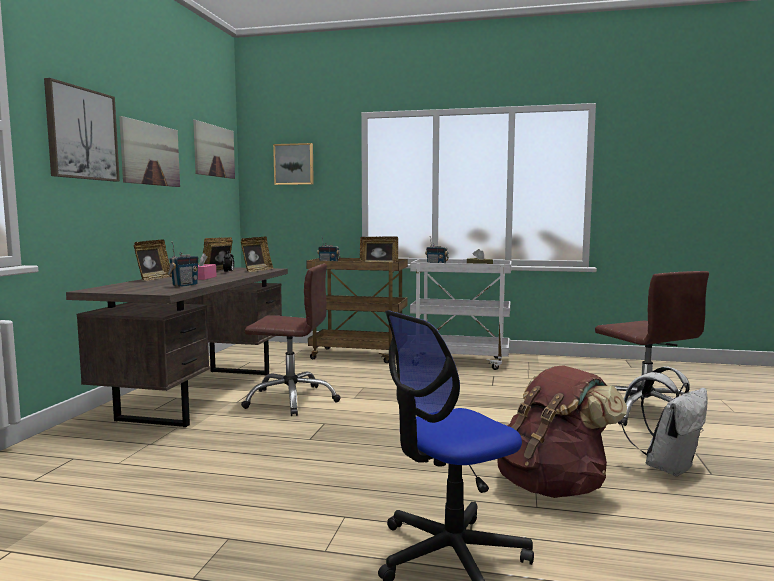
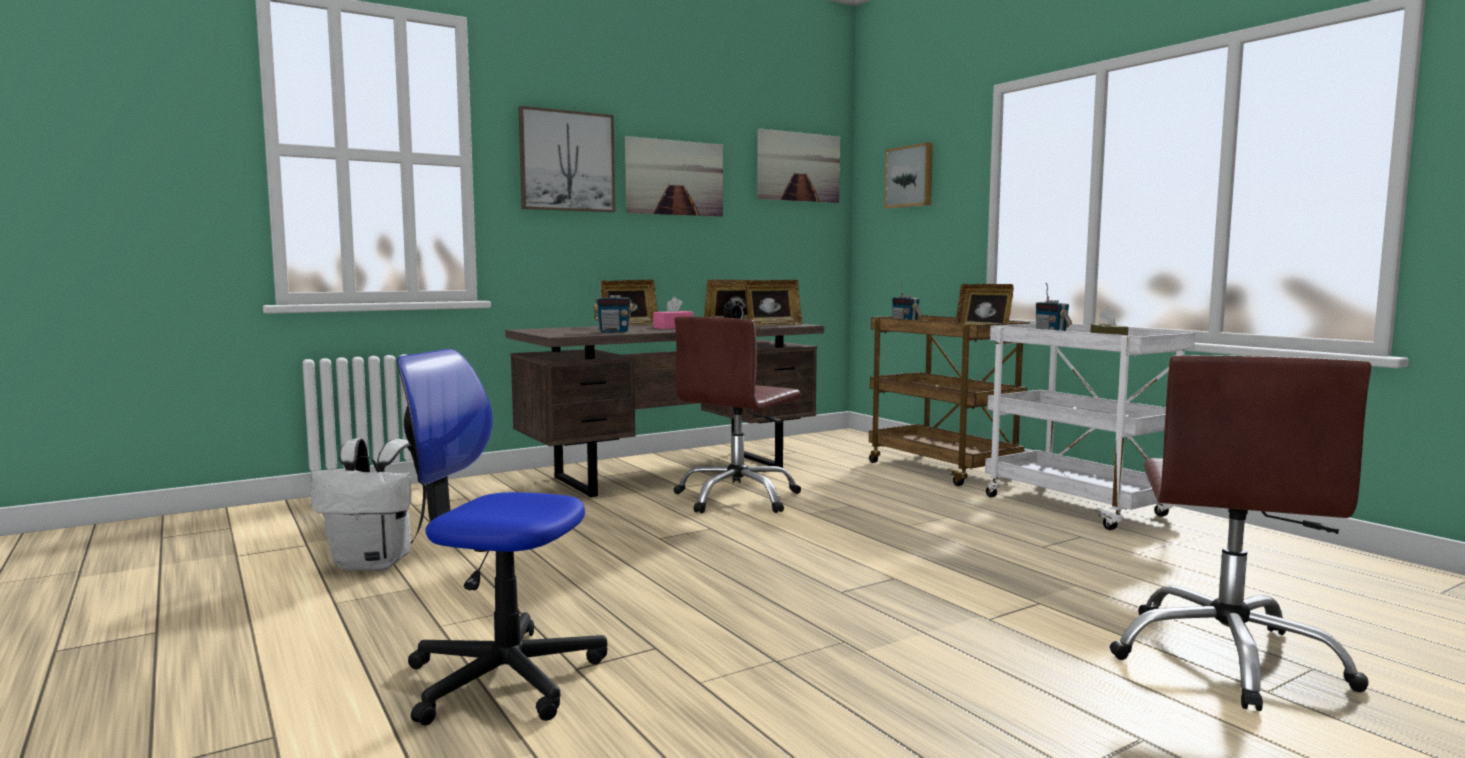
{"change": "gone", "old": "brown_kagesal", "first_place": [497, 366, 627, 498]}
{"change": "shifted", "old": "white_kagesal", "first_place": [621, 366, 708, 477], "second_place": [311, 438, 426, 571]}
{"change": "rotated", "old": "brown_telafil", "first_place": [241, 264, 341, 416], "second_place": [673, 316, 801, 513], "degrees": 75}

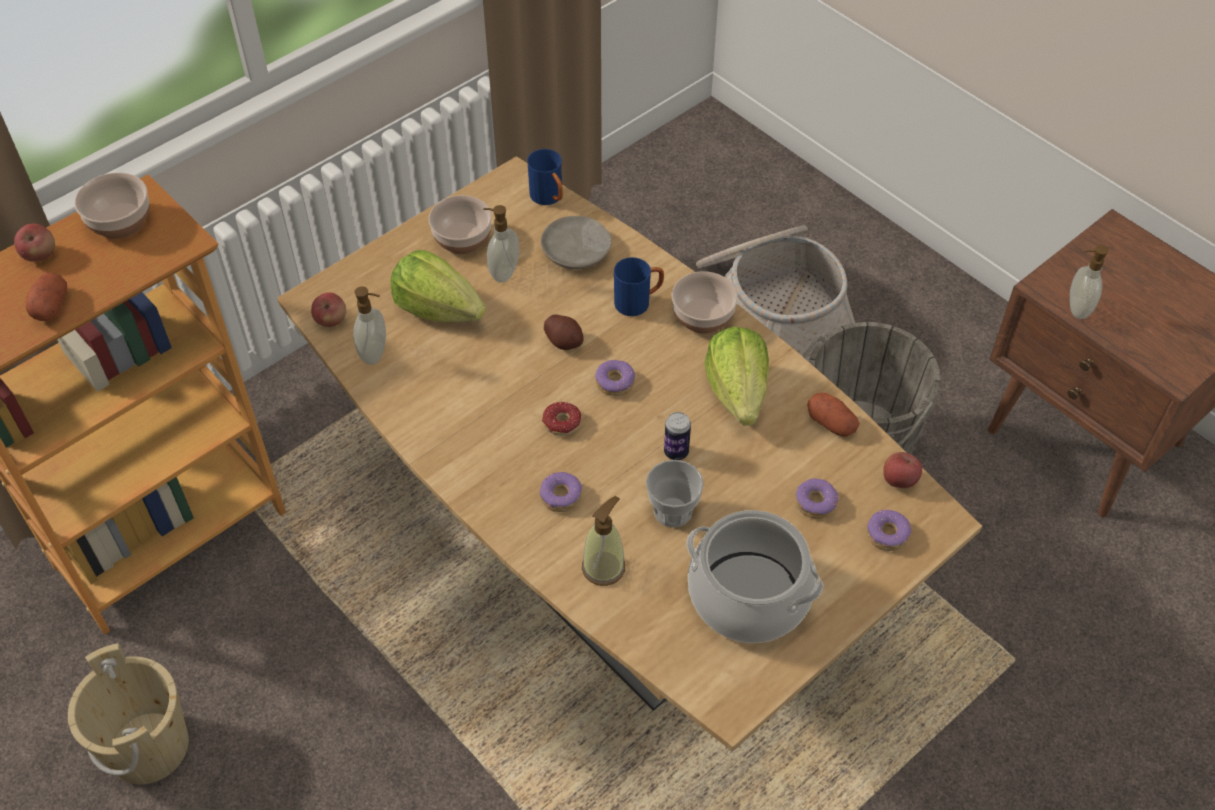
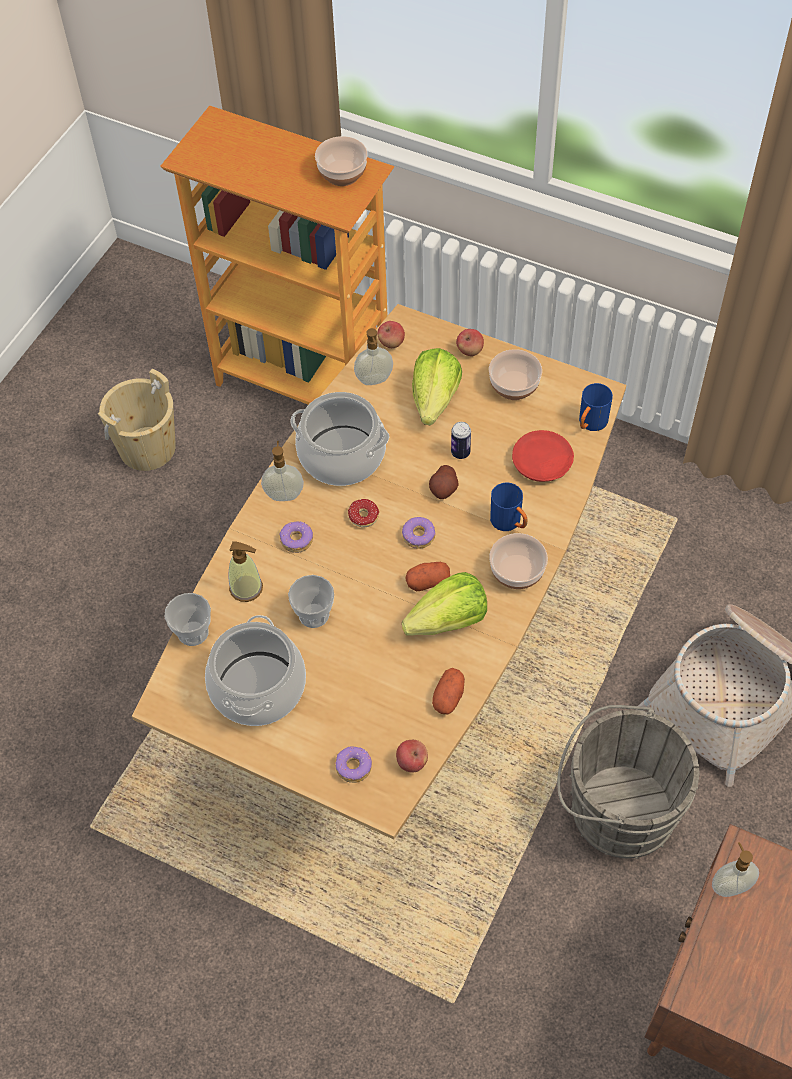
{"change": "gone", "old": "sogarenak", "first_place": [795, 478, 839, 519]}
{"change": "new", "new": "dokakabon", "second_place": [165, 593, 211, 646]}
{"change": "new", "new": "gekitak", "second_place": [290, 392, 389, 486]}
{"change": "shifted", "old": "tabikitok", "first_place": [14, 224, 55, 262], "second_place": [456, 329, 484, 356]}
{"change": "shifted", "old": "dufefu", "first_place": [26, 273, 67, 321], "second_place": [405, 562, 450, 591]}
{"change": "shifted", "old": "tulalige", "first_place": [483, 205, 519, 283], "second_place": [261, 441, 304, 501]}
{"change": "shifted", "old": "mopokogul", "first_place": [664, 412, 691, 460], "second_place": [451, 422, 471, 459]}
{"change": "repainted", "old": "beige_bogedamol", "new": "red_bogedamol", "first_place": [540, 216, 612, 269], "second_place": [512, 430, 574, 482]}

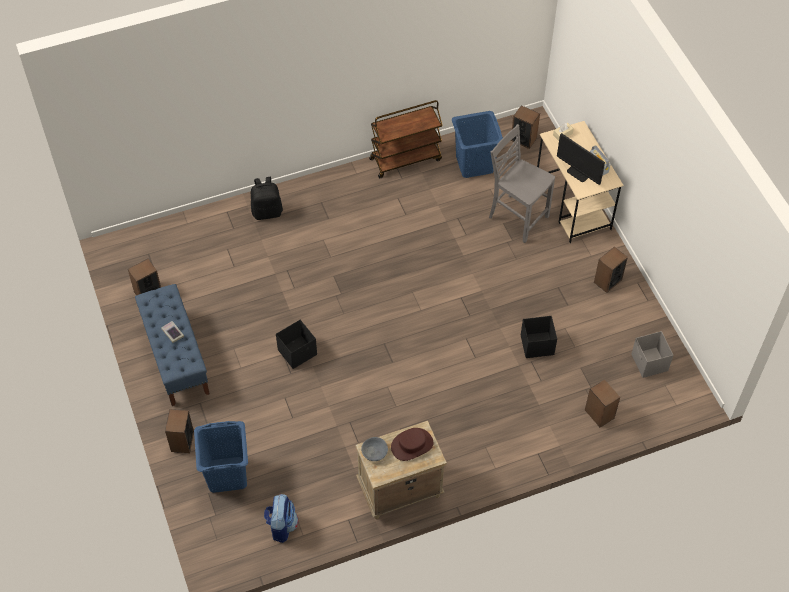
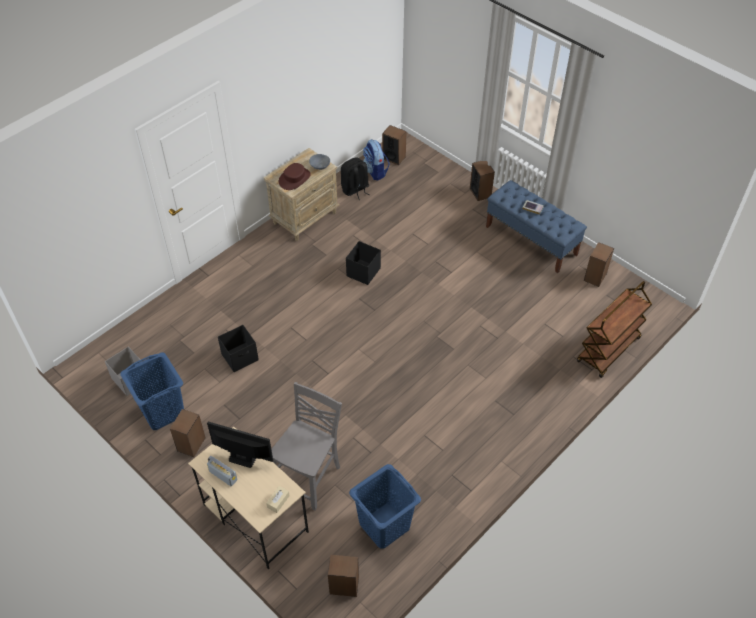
{"change": "shifted", "old": "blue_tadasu", "first_place": [194, 421, 248, 493], "second_place": [120, 353, 184, 430]}
{"change": "shifted", "old": "black_kagesal", "first_place": [251, 177, 283, 220], "second_place": [341, 157, 370, 200]}
{"change": "shifted", "old": "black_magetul", "first_place": [276, 320, 317, 369], "second_place": [346, 241, 381, 285]}
{"change": "shifted", "old": "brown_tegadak", "first_place": [369, 100, 443, 178], "second_place": [577, 281, 652, 378]}
{"change": "shifted", "old": "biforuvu", "first_place": [585, 380, 620, 427], "second_place": [382, 125, 407, 165]}
{"change": "rotated", "old": "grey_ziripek", "first_place": [489, 124, 555, 243], "second_place": [271, 382, 342, 511], "degrees": -75}

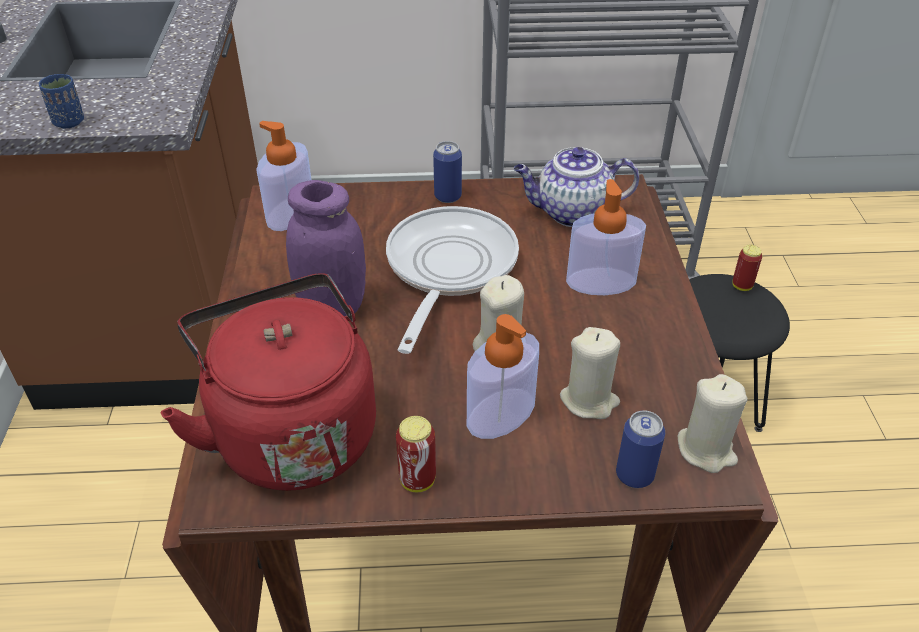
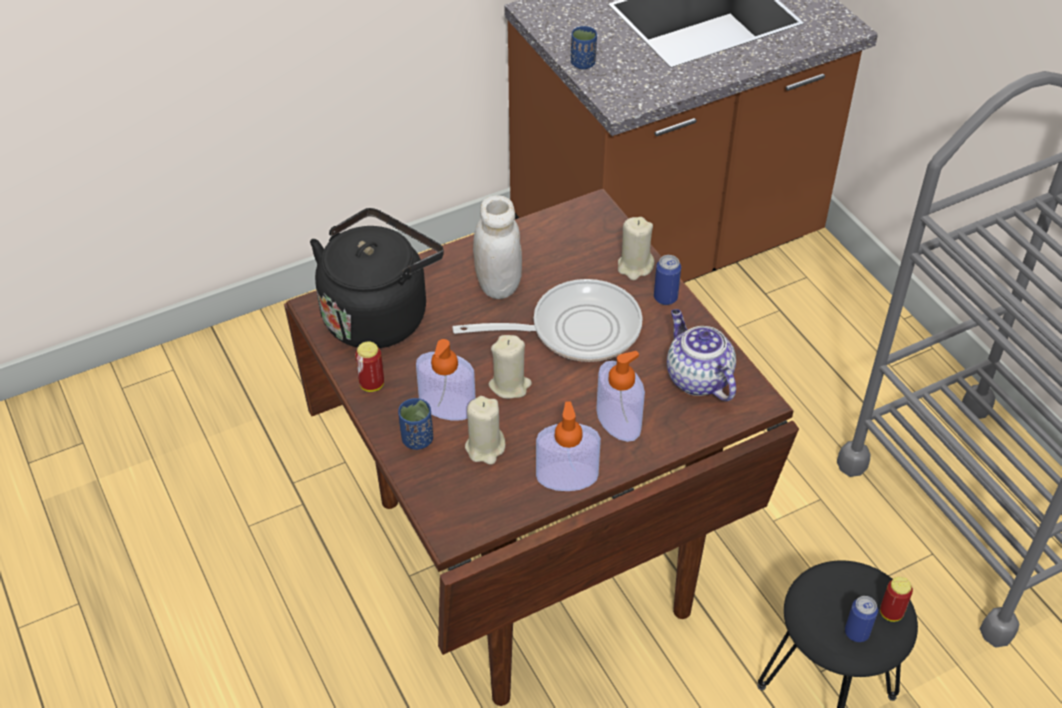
{"change": "new", "new": "blue_dokakabon", "second_place": [398, 398, 433, 450]}
{"change": "shifted", "old": "tulalige", "first_place": [256, 121, 311, 231], "second_place": [536, 401, 601, 491]}
{"change": "shifted", "old": "mopokogul", "first_place": [616, 411, 665, 488], "second_place": [845, 596, 878, 642]}
{"change": "shifted", "old": "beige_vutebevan", "first_place": [678, 374, 748, 473], "second_place": [618, 217, 654, 280]}
{"change": "repainted", "old": "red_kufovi", "new": "black_kufovi", "first_place": [160, 273, 376, 491], "second_place": [310, 208, 444, 348]}
{"change": "repainted", "old": "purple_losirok", "new": "white_losirok", "first_place": [286, 180, 366, 316], "second_place": [473, 195, 522, 299]}

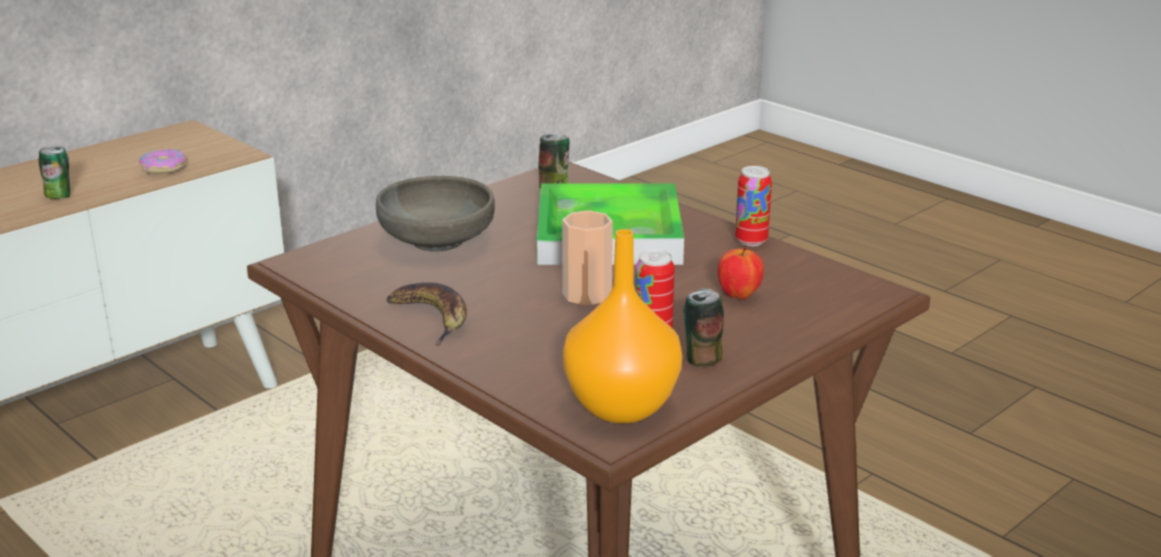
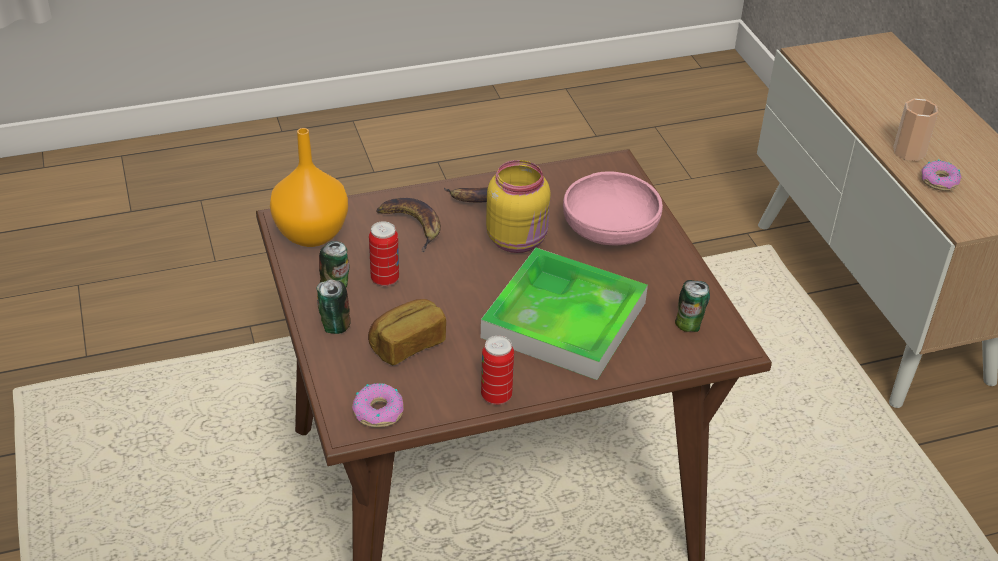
{"change": "new", "new": "sogarenak", "second_place": [352, 383, 404, 428]}
{"change": "new", "new": "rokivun", "second_place": [376, 198, 441, 252]}
{"change": "new", "new": "yellow_losirok", "second_place": [486, 160, 551, 253]}
{"change": "shifted", "old": "mopokogul", "first_place": [39, 147, 70, 199], "second_place": [316, 279, 350, 334]}
{"change": "shifted", "old": "dokakabon", "first_place": [562, 210, 613, 306], "second_place": [894, 98, 938, 161]}
{"change": "swapped", "old": "tabikitok", "new": "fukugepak", "first_place": [718, 247, 764, 300], "second_place": [368, 299, 446, 365]}
{"change": "repainted", "old": "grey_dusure", "new": "pink_dusure", "first_place": [376, 176, 495, 252], "second_place": [563, 171, 663, 246]}

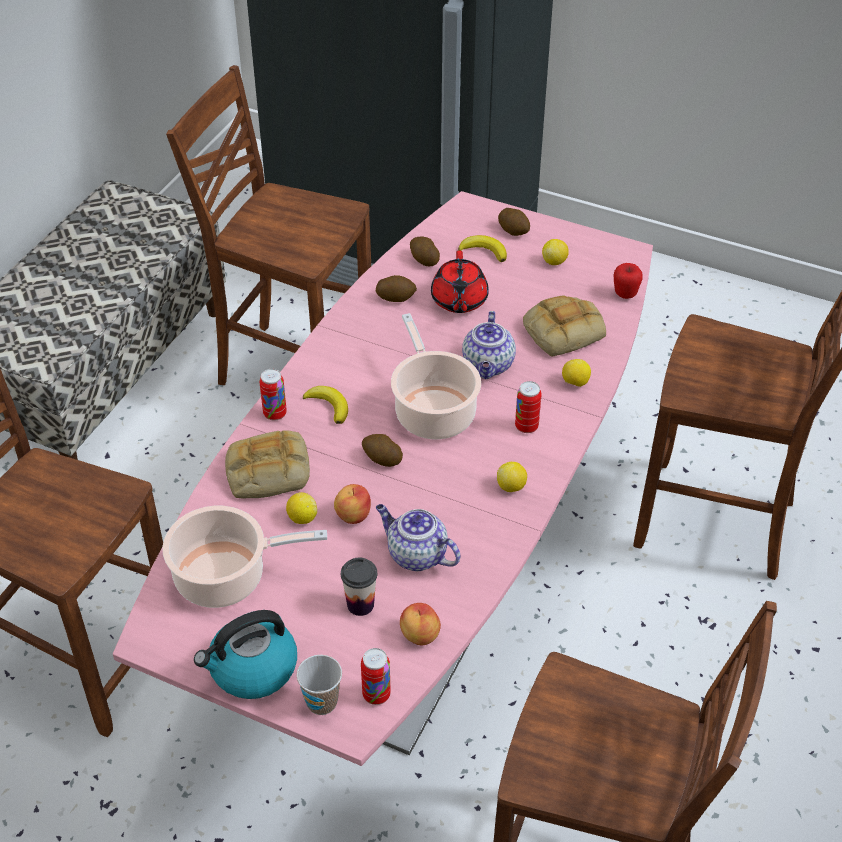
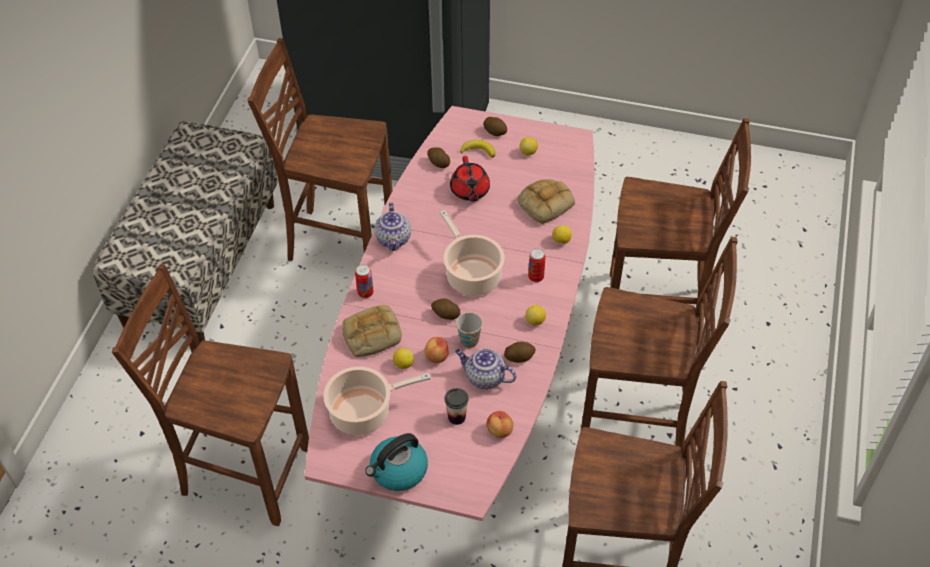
{"change": "gone", "old": "rokivun", "first_place": [303, 386, 348, 424]}
{"change": "gone", "old": "mopokogul", "first_place": [361, 648, 391, 705]}
{"change": "gone", "old": "tabikitok", "first_place": [614, 263, 643, 299]}
{"change": "new", "new": "brown_ziripek", "second_place": [581, 237, 738, 449]}
{"change": "shifted", "old": "dokakabon", "first_place": [296, 655, 342, 715], "second_place": [456, 312, 483, 348]}
{"change": "shifted", "old": "dufefu", "first_place": [376, 275, 417, 302], "second_place": [504, 342, 536, 363]}
{"change": "shifted", "old": "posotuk", "first_place": [462, 311, 516, 379], "second_place": [374, 202, 411, 251]}

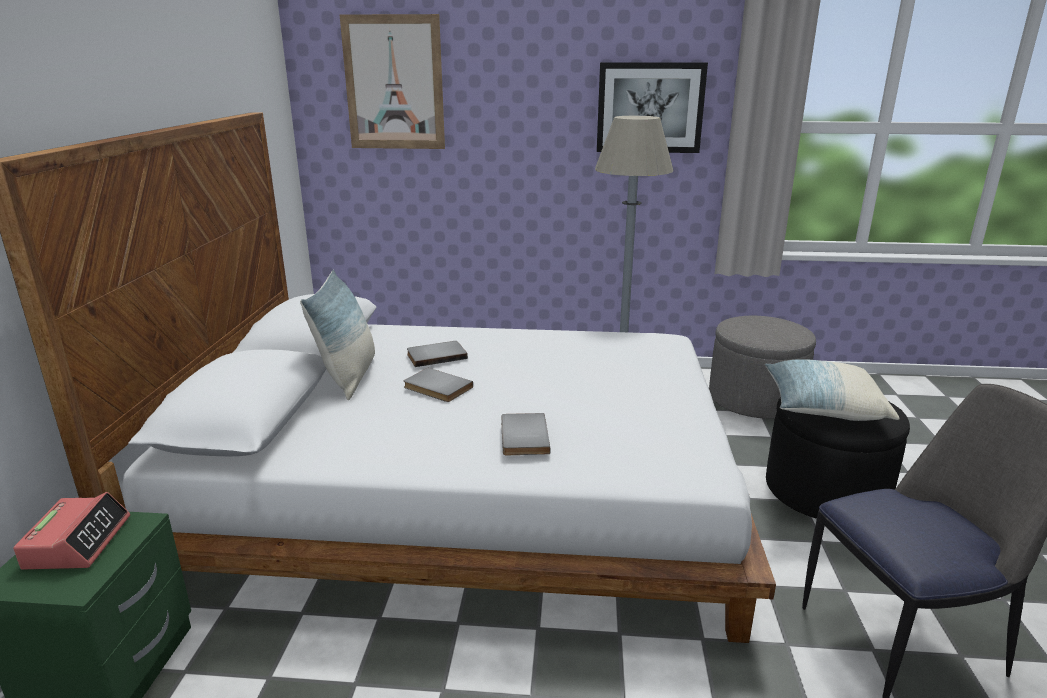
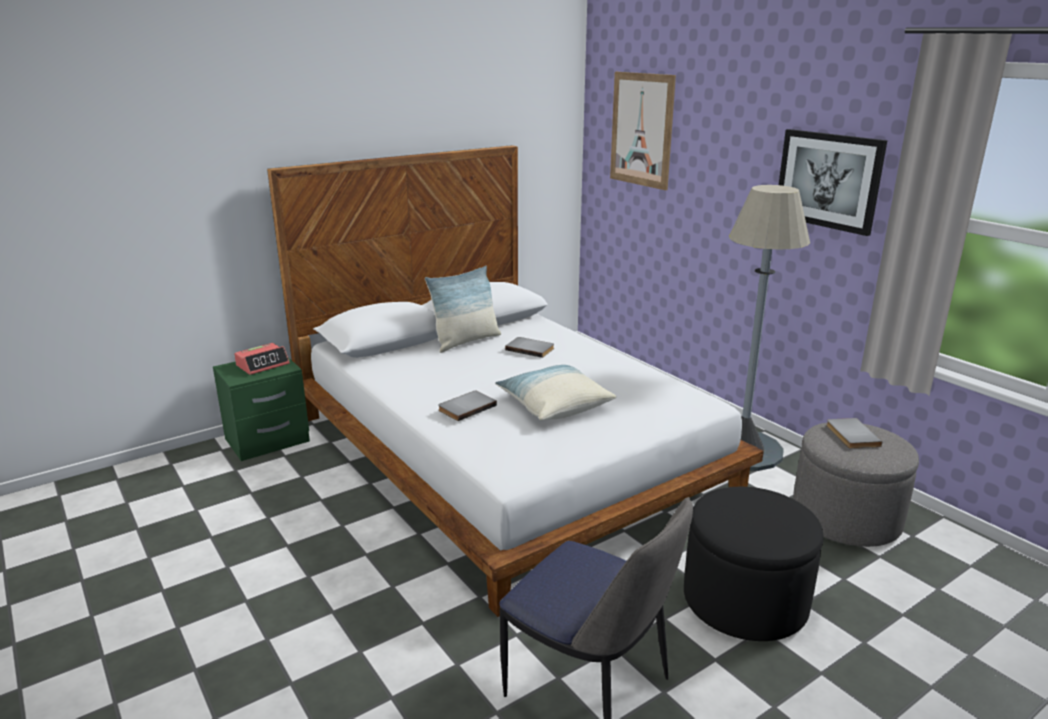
{"change": "shifted", "old": "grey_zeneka", "first_place": [404, 368, 473, 402], "second_place": [826, 418, 882, 449]}
{"change": "shifted", "old": "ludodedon", "first_place": [765, 359, 900, 421], "second_place": [495, 365, 616, 420]}

